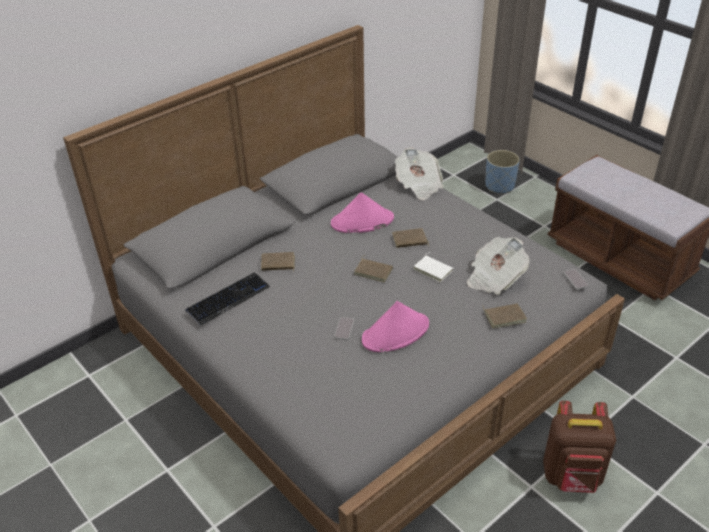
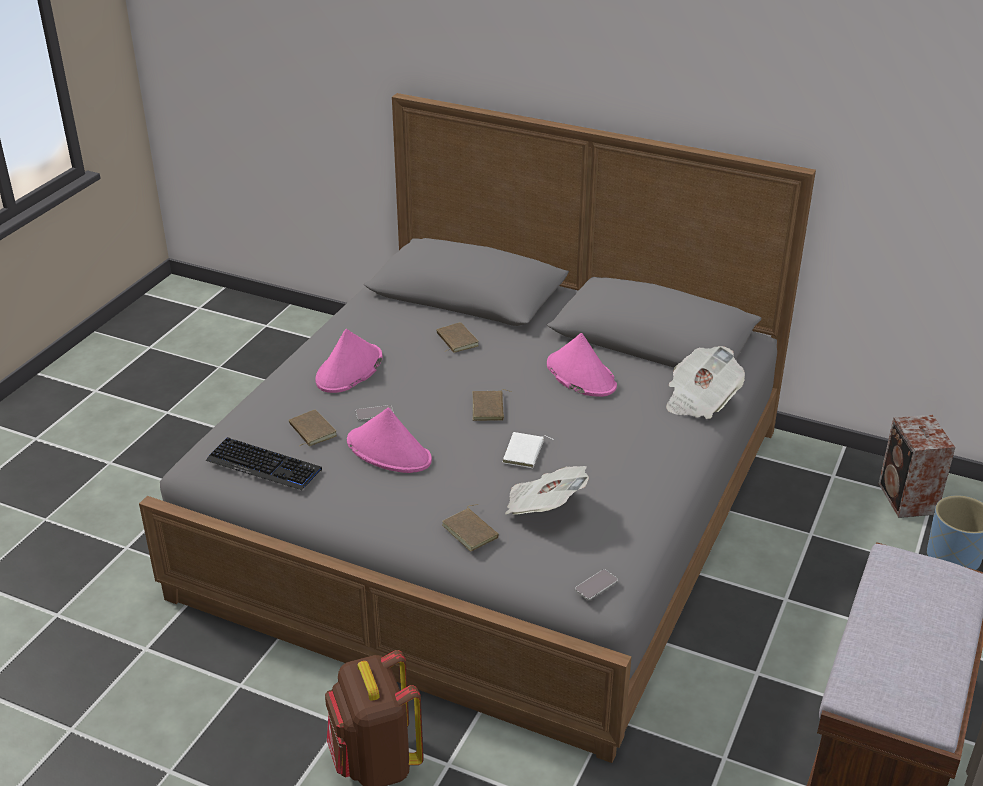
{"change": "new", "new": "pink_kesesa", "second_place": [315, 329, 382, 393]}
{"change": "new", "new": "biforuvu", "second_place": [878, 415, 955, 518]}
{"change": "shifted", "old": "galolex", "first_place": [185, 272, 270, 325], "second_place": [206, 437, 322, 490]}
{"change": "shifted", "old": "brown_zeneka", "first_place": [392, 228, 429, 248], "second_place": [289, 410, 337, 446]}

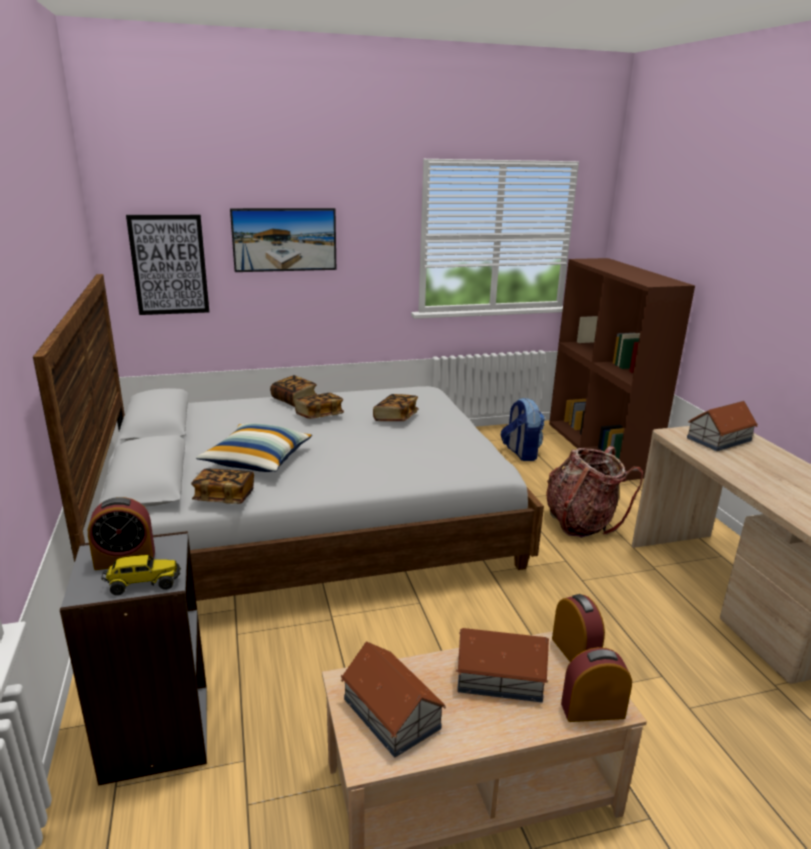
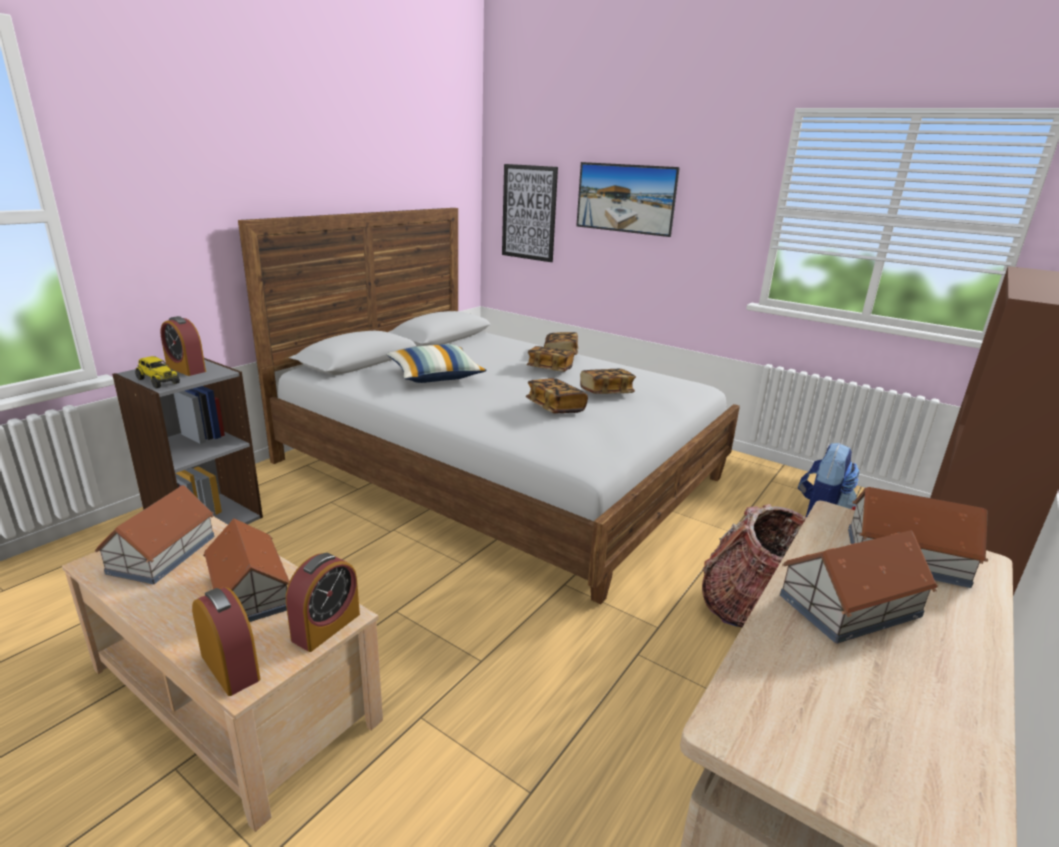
{"change": "new", "new": "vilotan", "second_place": [780, 530, 938, 644]}
{"change": "shifted", "old": "zeneka", "first_place": [191, 469, 254, 504], "second_place": [526, 378, 588, 413]}

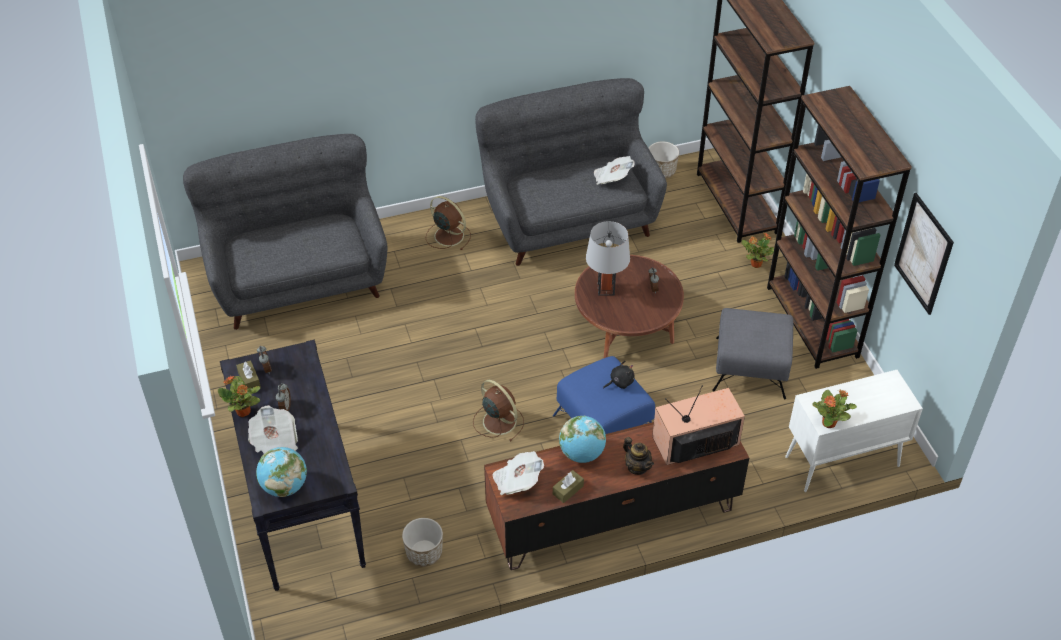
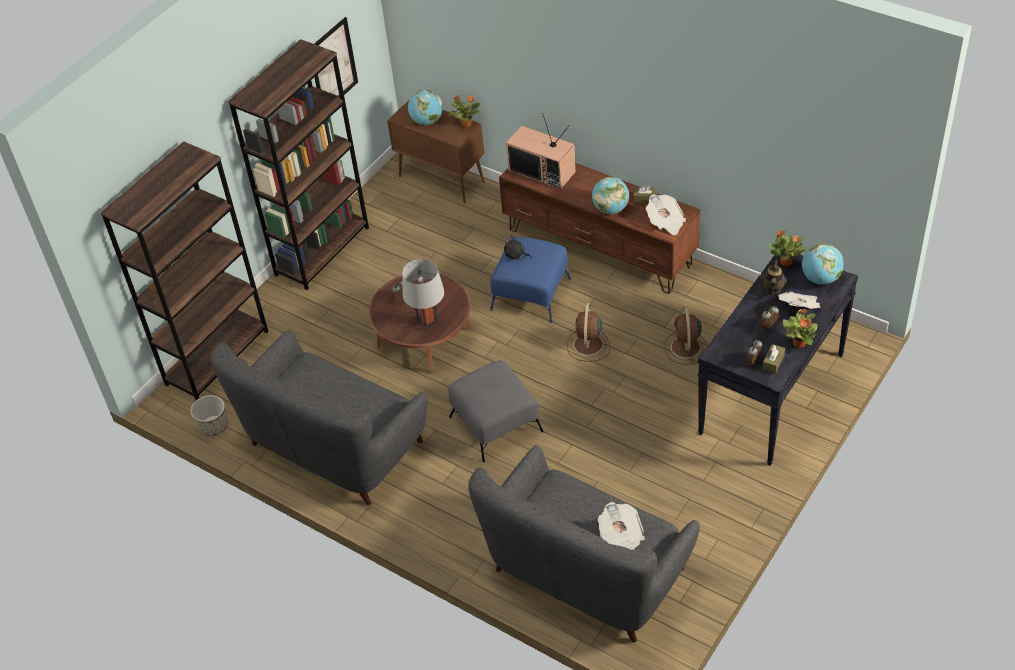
{"change": "gone", "old": "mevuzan", "first_place": [402, 518, 443, 567]}
{"change": "new", "new": "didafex", "second_place": [408, 90, 443, 125]}
{"change": "shifted", "old": "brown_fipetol", "first_place": [426, 196, 471, 250], "second_place": [664, 306, 708, 365]}
{"change": "shifted", "old": "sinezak", "first_place": [594, 156, 635, 185], "second_place": [598, 502, 645, 550]}
{"change": "shifted", "old": "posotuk", "first_place": [623, 437, 654, 475], "second_place": [761, 260, 787, 295]}
{"change": "shifted", "old": "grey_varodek", "first_place": [712, 308, 793, 400], "second_place": [448, 360, 544, 463]}
{"change": "shifted", "old": "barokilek", "first_place": [742, 233, 774, 268], "second_place": [769, 230, 806, 266]}
{"change": "repainted", "old": "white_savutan", "new": "brown_savutan", "first_place": [785, 370, 923, 492], "second_place": [387, 99, 485, 203]}

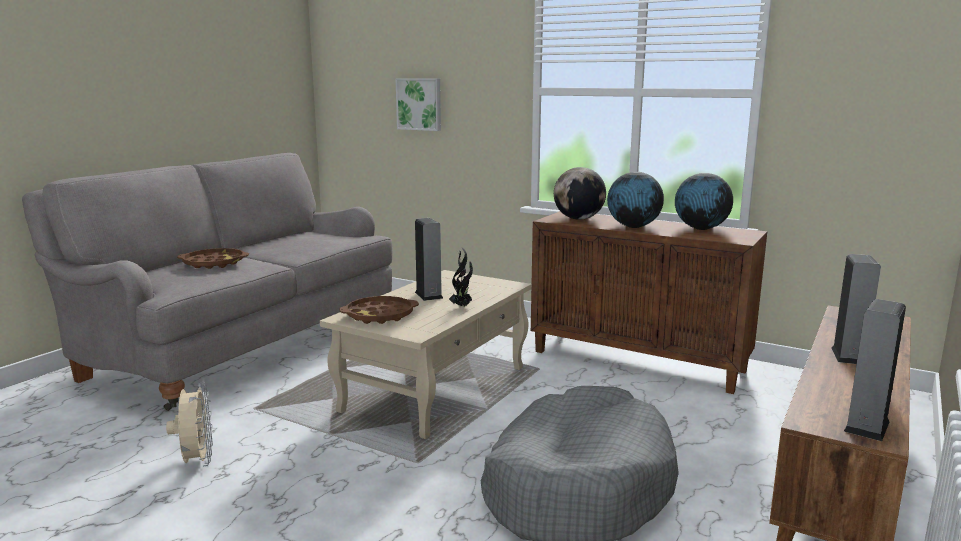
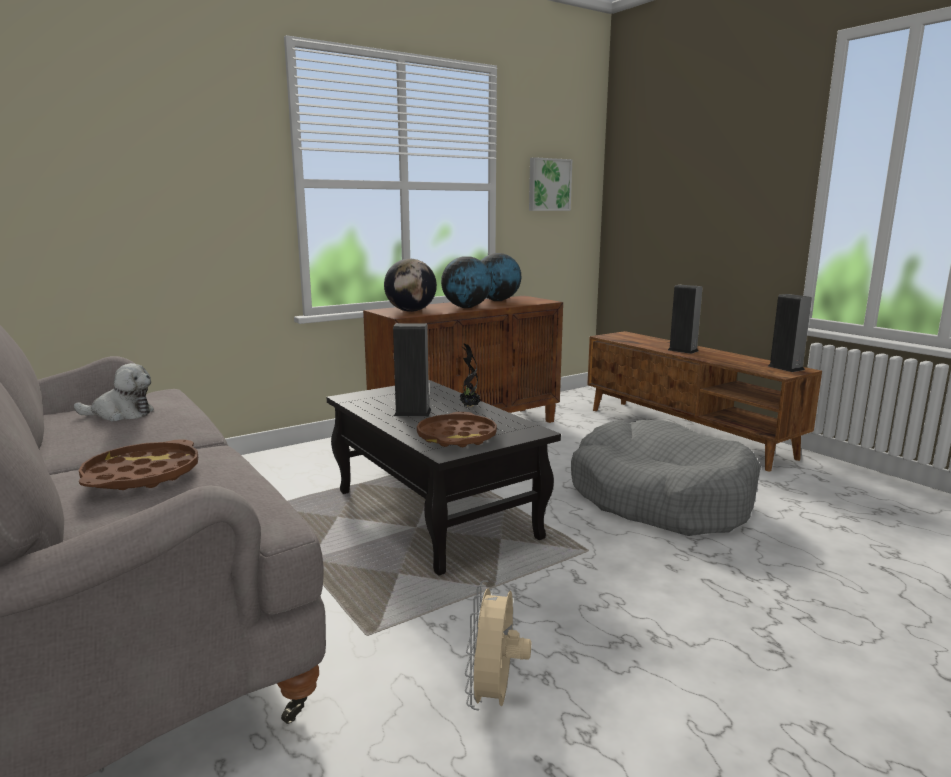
{"change": "new", "new": "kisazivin", "second_place": [74, 363, 154, 422]}
{"change": "shifted", "old": "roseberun", "first_place": [395, 79, 441, 131], "second_place": [529, 157, 572, 211]}
{"change": "repainted", "old": "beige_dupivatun", "new": "black_dupivatun", "first_place": [320, 270, 532, 439], "second_place": [327, 380, 561, 576]}
{"change": "rotated", "old": "beige_fipetol", "first_place": [166, 382, 213, 467], "second_place": [465, 580, 531, 710], "degrees": -90}

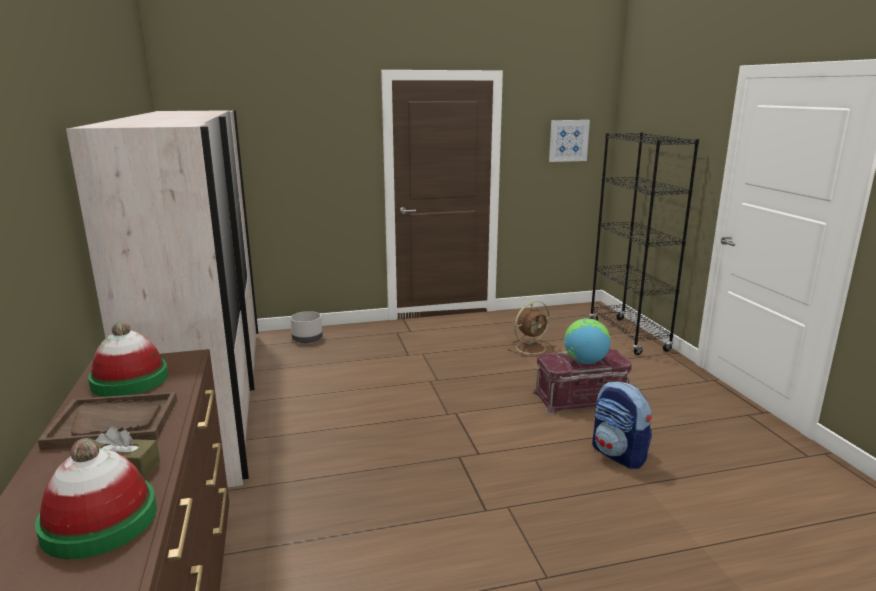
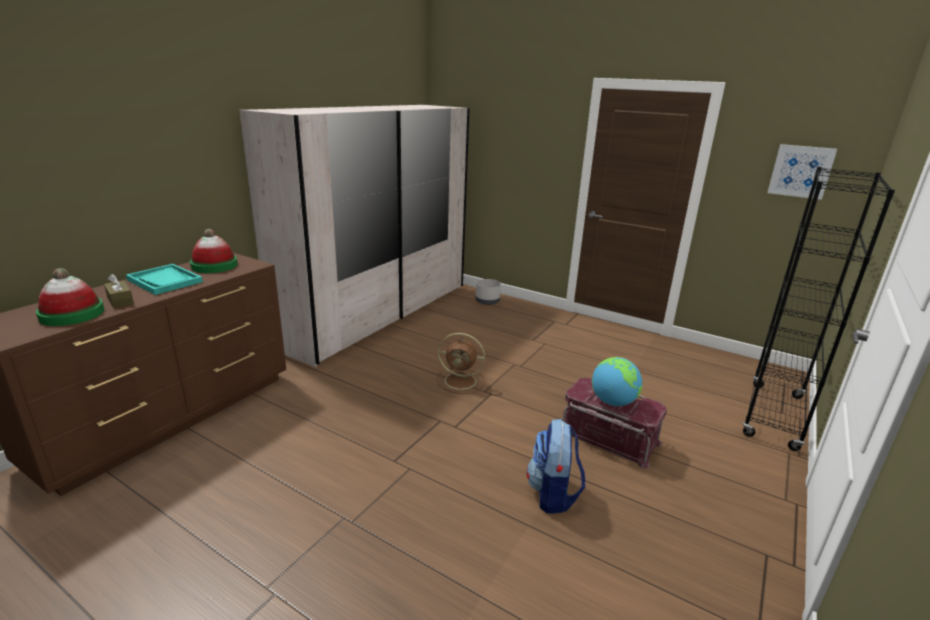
{"change": "shifted", "old": "brown_fipetol", "first_place": [508, 301, 554, 357], "second_place": [437, 333, 485, 394]}
{"change": "repainted", "old": "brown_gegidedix", "new": "turquoise_gegidedix", "first_place": [38, 392, 177, 450], "second_place": [126, 264, 203, 295]}

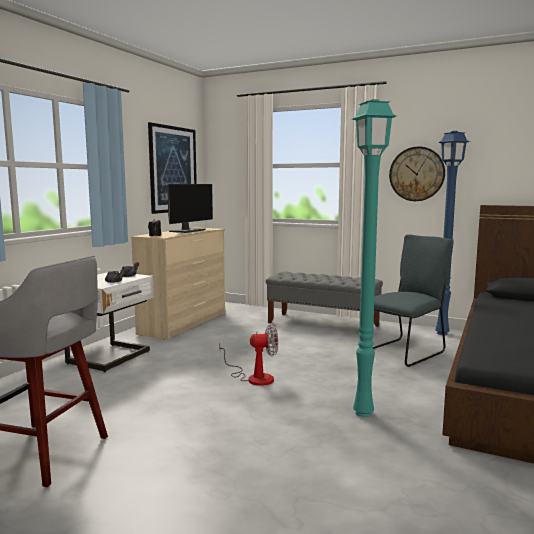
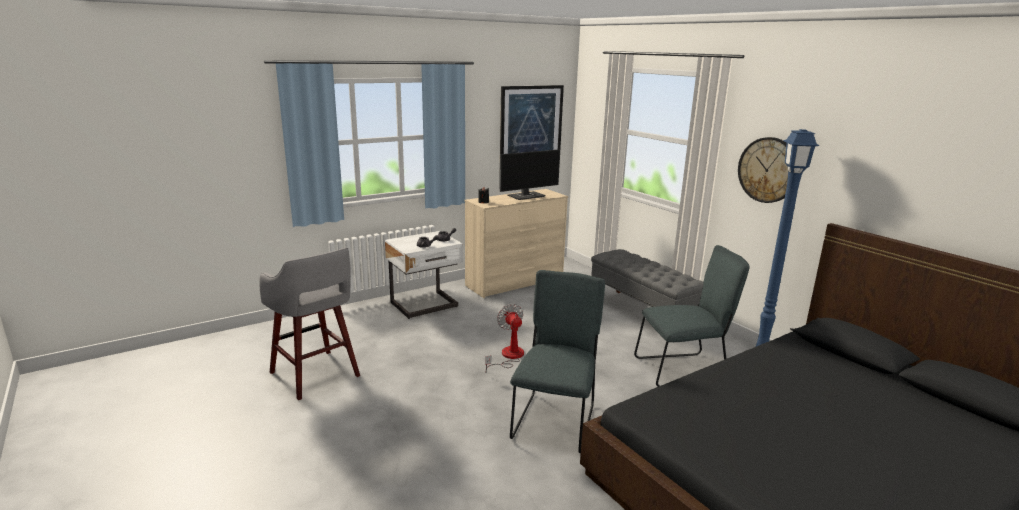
{"change": "swapped", "old": "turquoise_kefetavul", "new": "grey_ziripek", "first_place": [352, 99, 397, 417], "second_place": [510, 270, 605, 453]}
{"change": "rotated", "old": "fipetol", "first_place": [220, 324, 278, 386], "second_place": [485, 304, 524, 373], "degrees": -135}

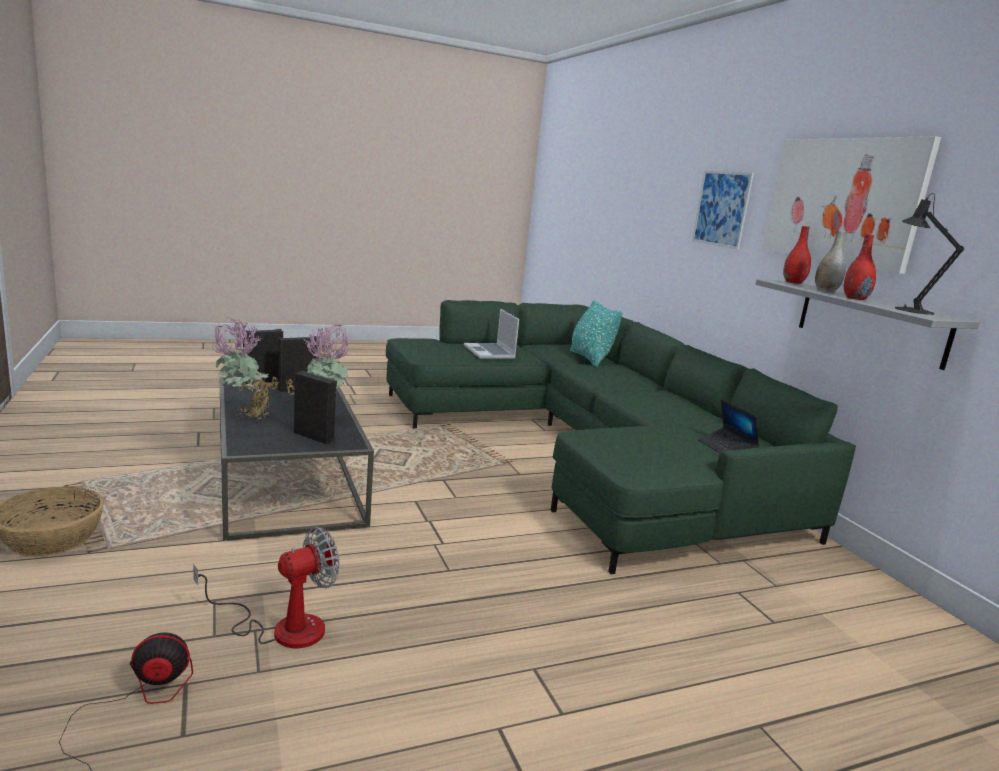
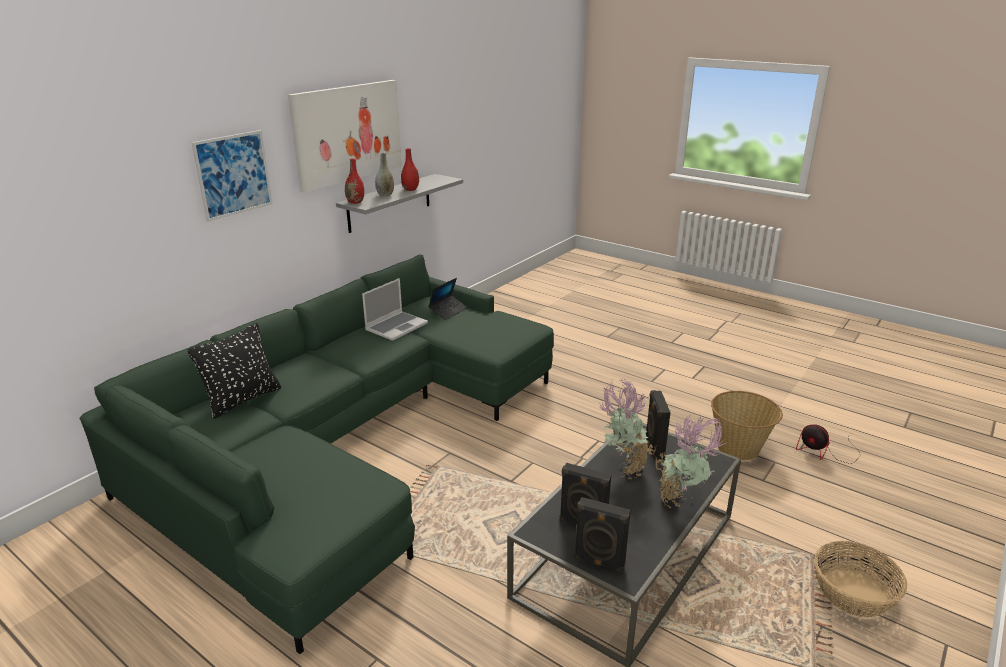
{"change": "gone", "old": "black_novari", "first_place": [895, 193, 964, 315]}
{"change": "shifted", "old": "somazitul", "first_place": [464, 309, 519, 359], "second_place": [362, 278, 428, 341]}
{"change": "swapped", "old": "fipetol", "new": "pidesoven", "first_place": [193, 527, 339, 648], "second_place": [711, 391, 783, 460]}
{"change": "repainted", "old": "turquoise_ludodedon", "new": "black_ludodedon", "first_place": [570, 300, 623, 367], "second_place": [187, 323, 281, 419]}

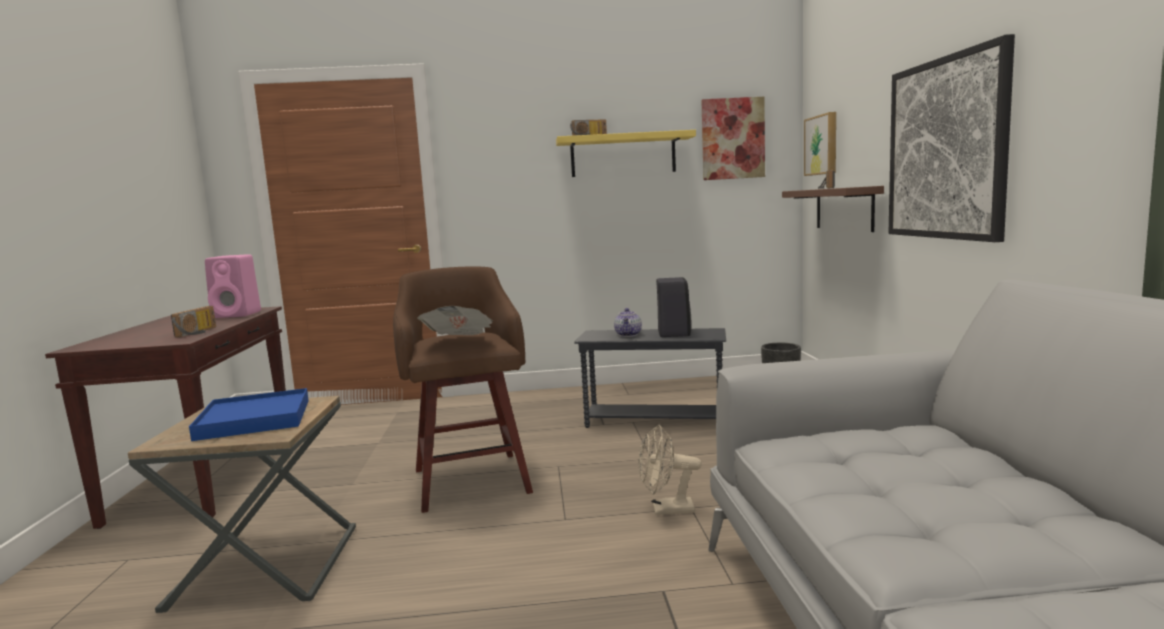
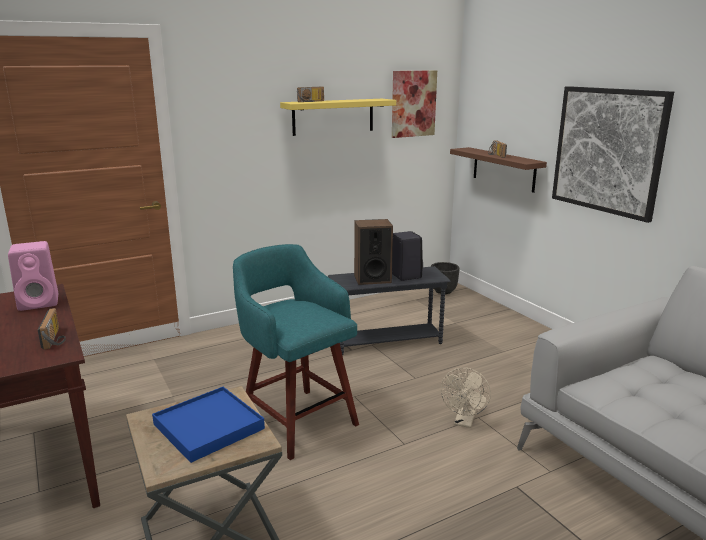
{"change": "gone", "old": "sinezak", "first_place": [417, 306, 493, 335]}
{"change": "gone", "old": "roseberun", "first_place": [804, 112, 836, 176]}
{"change": "swapped", "old": "posotuk", "new": "biforuvu", "first_place": [614, 308, 642, 337], "second_place": [354, 219, 393, 285]}
{"change": "repainted", "old": "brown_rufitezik", "new": "turquoise_rufitezik", "first_place": [393, 266, 533, 513], "second_place": [233, 244, 359, 460]}
{"change": "rotated", "old": "beige_fipetol", "first_place": [638, 425, 702, 515], "second_place": [441, 368, 491, 428], "degrees": -45}

